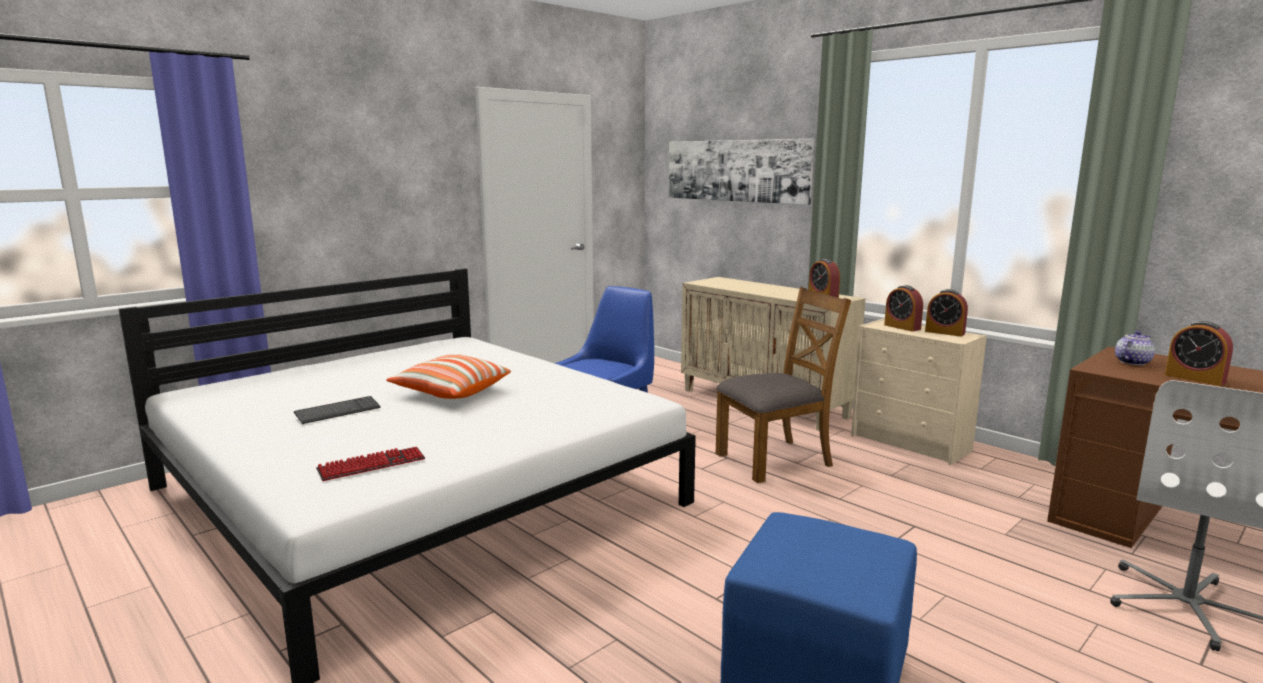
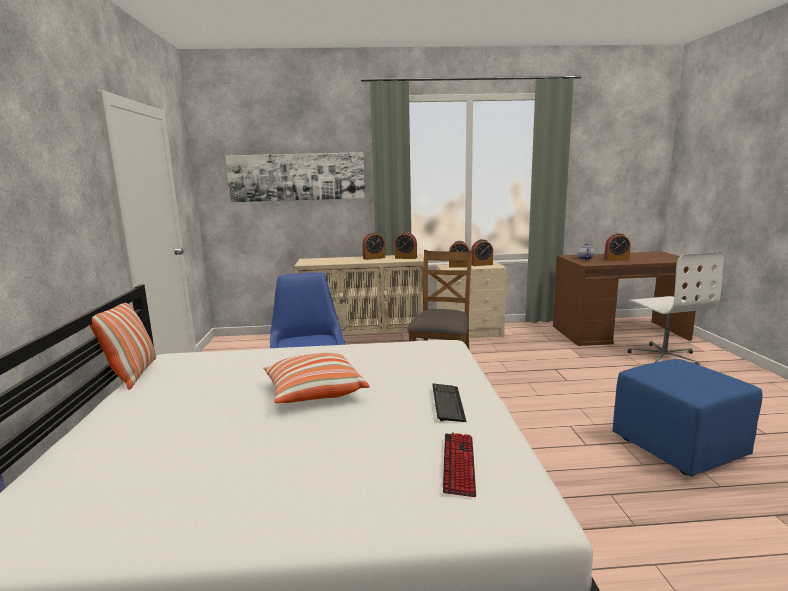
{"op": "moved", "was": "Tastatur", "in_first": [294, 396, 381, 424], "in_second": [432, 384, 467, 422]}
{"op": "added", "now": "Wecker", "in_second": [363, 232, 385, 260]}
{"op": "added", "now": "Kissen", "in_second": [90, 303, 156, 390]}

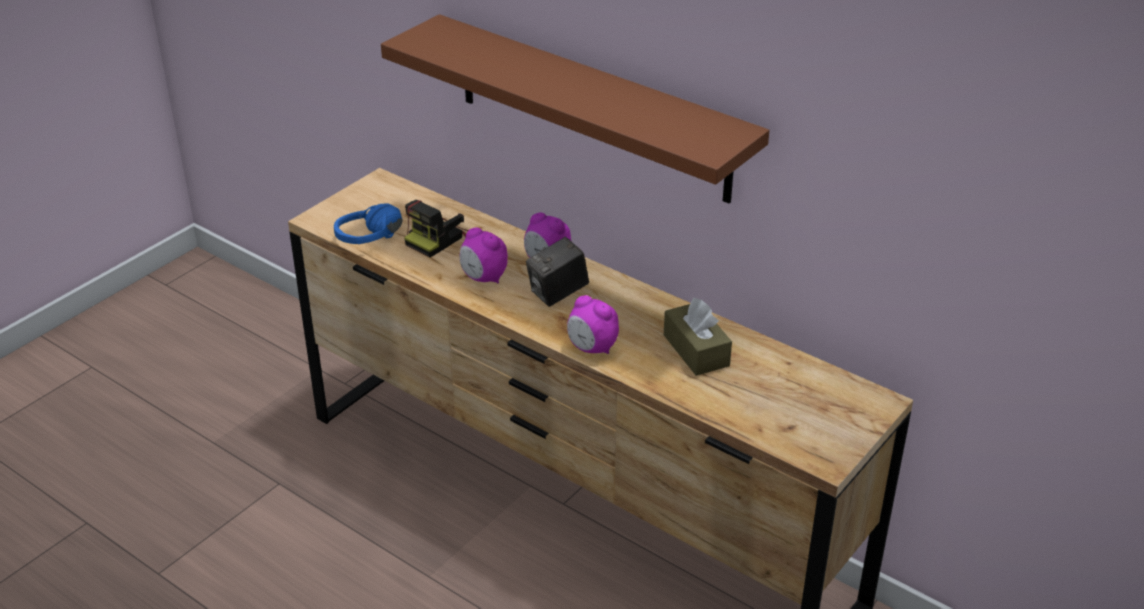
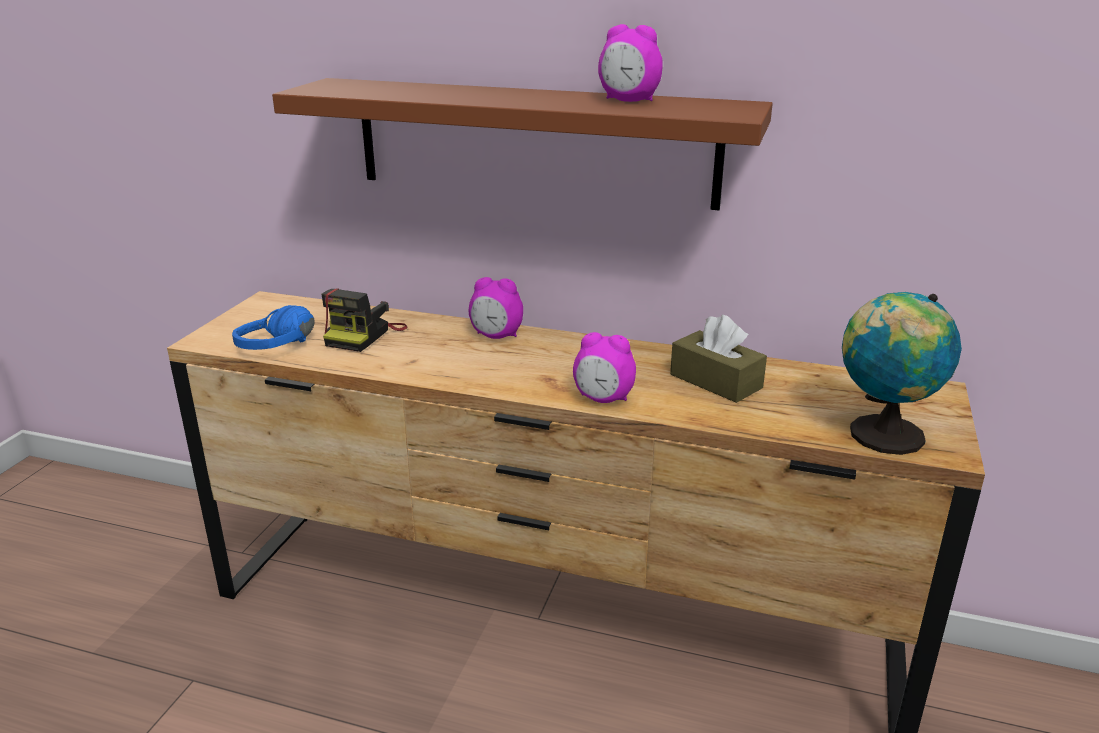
{"op": "moved", "was": "Wecker", "in_first": [459, 228, 508, 283], "in_second": [598, 24, 663, 102]}
{"op": "removed", "was": "Kamera", "in_first": [526, 237, 589, 307]}
{"op": "added", "now": "Globus", "in_second": [842, 292, 962, 455]}

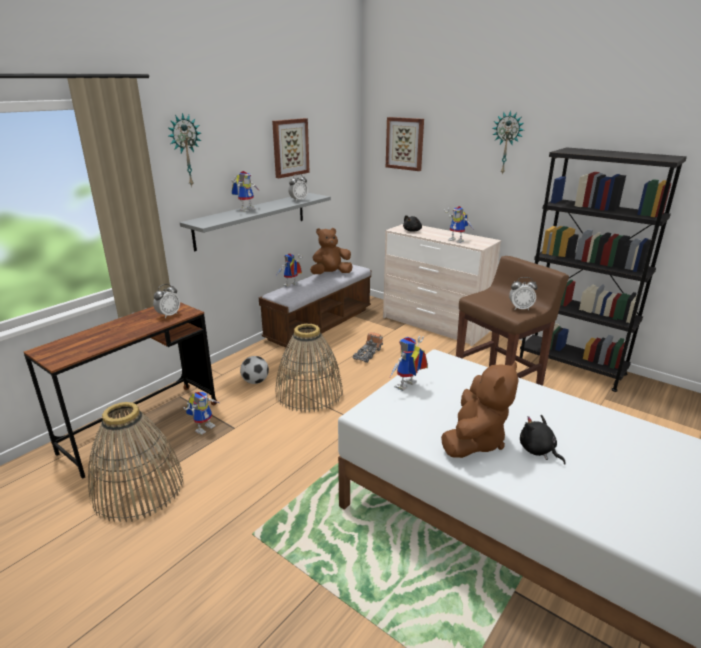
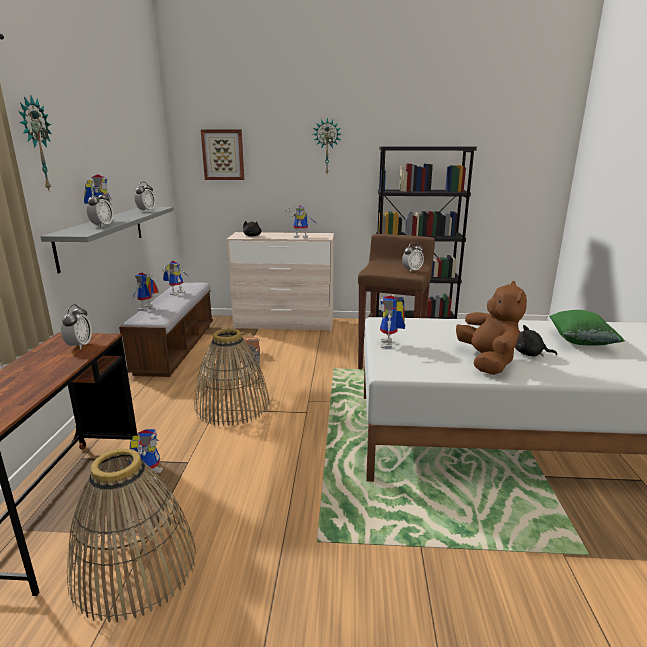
{"op": "removed", "was": "Bild", "in_first": [272, 118, 310, 178]}
{"op": "replaced", "was": "Plüschtier (braun)", "now": "Spielzeugroboter", "in_first": [310, 228, 353, 274], "in_second": [162, 261, 188, 296]}
{"op": "removed", "was": "Fußball", "in_first": [240, 356, 269, 384]}
{"op": "added", "now": "Wecker", "in_second": [87, 190, 113, 227]}
{"op": "added", "now": "Kissen (grün)", "in_second": [549, 310, 625, 345]}

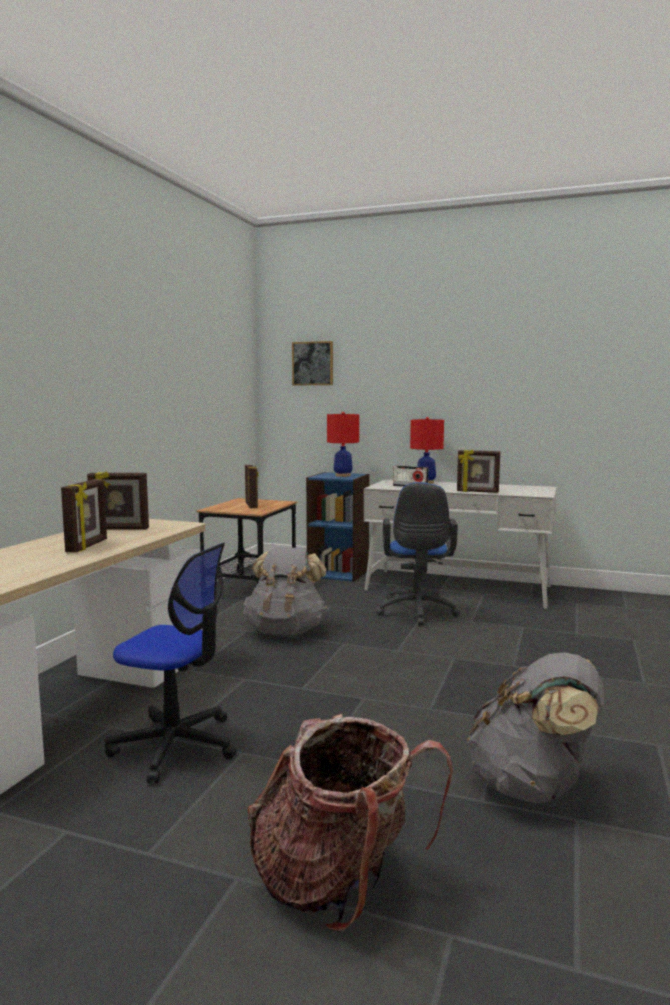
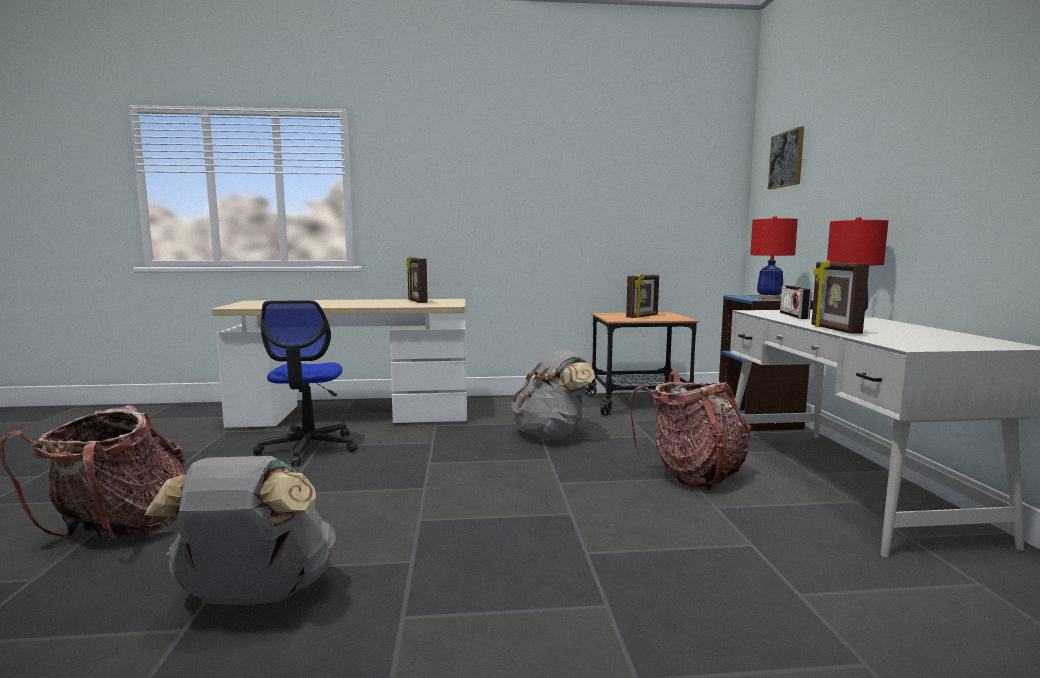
{"op": "removed", "was": "Bilderrahmen", "in_first": [61, 479, 107, 553]}
{"op": "replaced", "was": "Bürostuhl (blau)", "now": "Rucksack", "in_first": [376, 482, 460, 626], "in_second": [629, 371, 751, 490]}

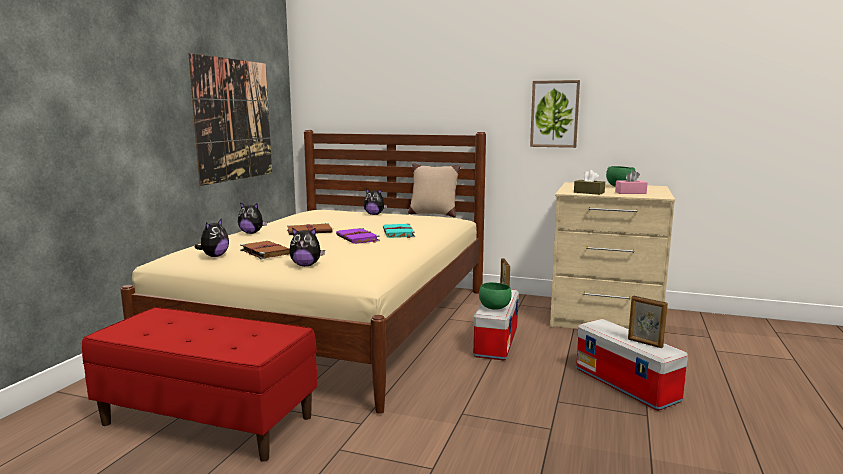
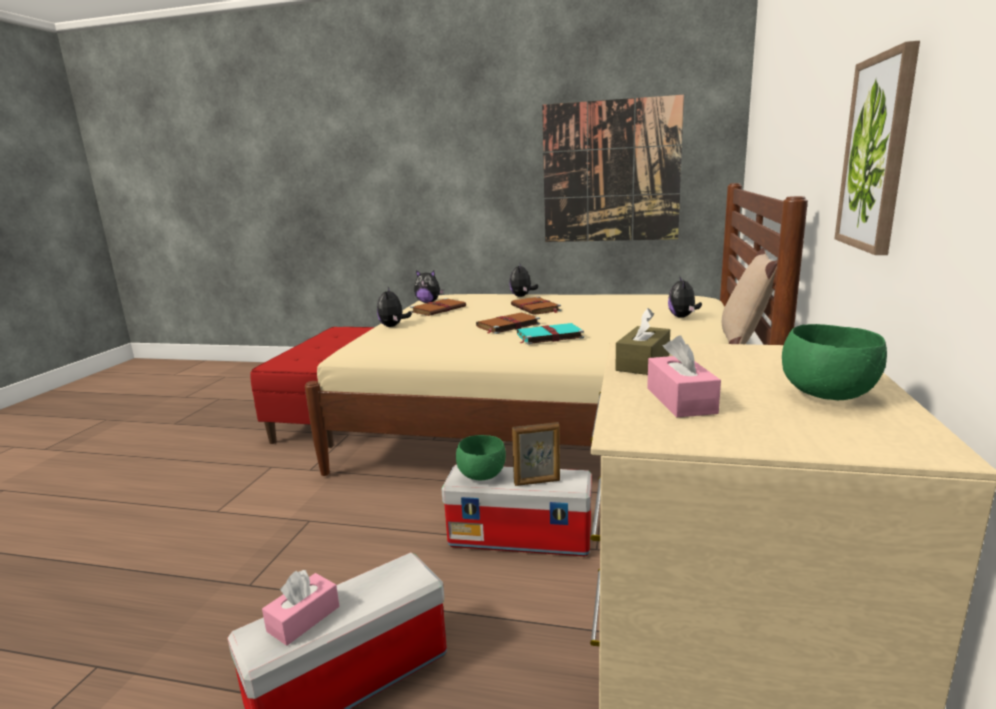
{"op": "recoloured", "was": "Buch (lila)", "now": "Buch (braun)", "in_first": [336, 228, 380, 244], "in_second": [476, 312, 540, 334]}
{"op": "replaced", "was": "Bilderrahmen", "now": "Taschentuchbox (rosa)", "in_first": [628, 296, 668, 348], "in_second": [262, 570, 339, 646]}

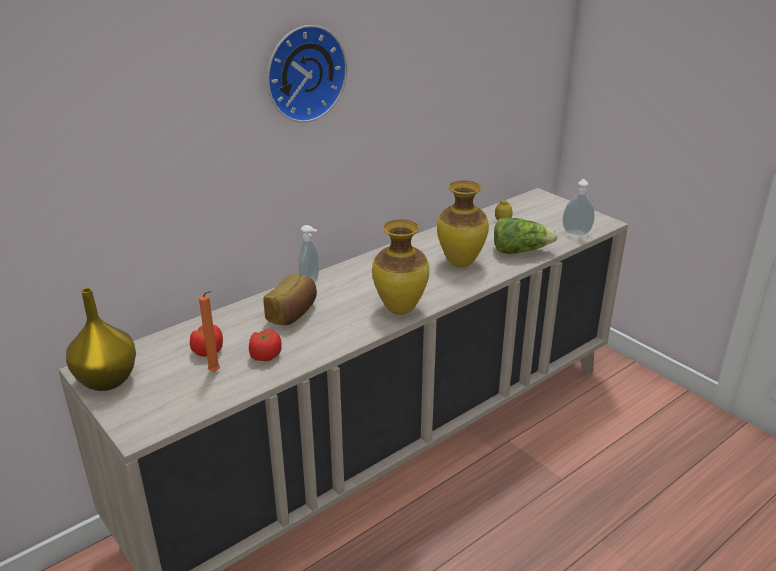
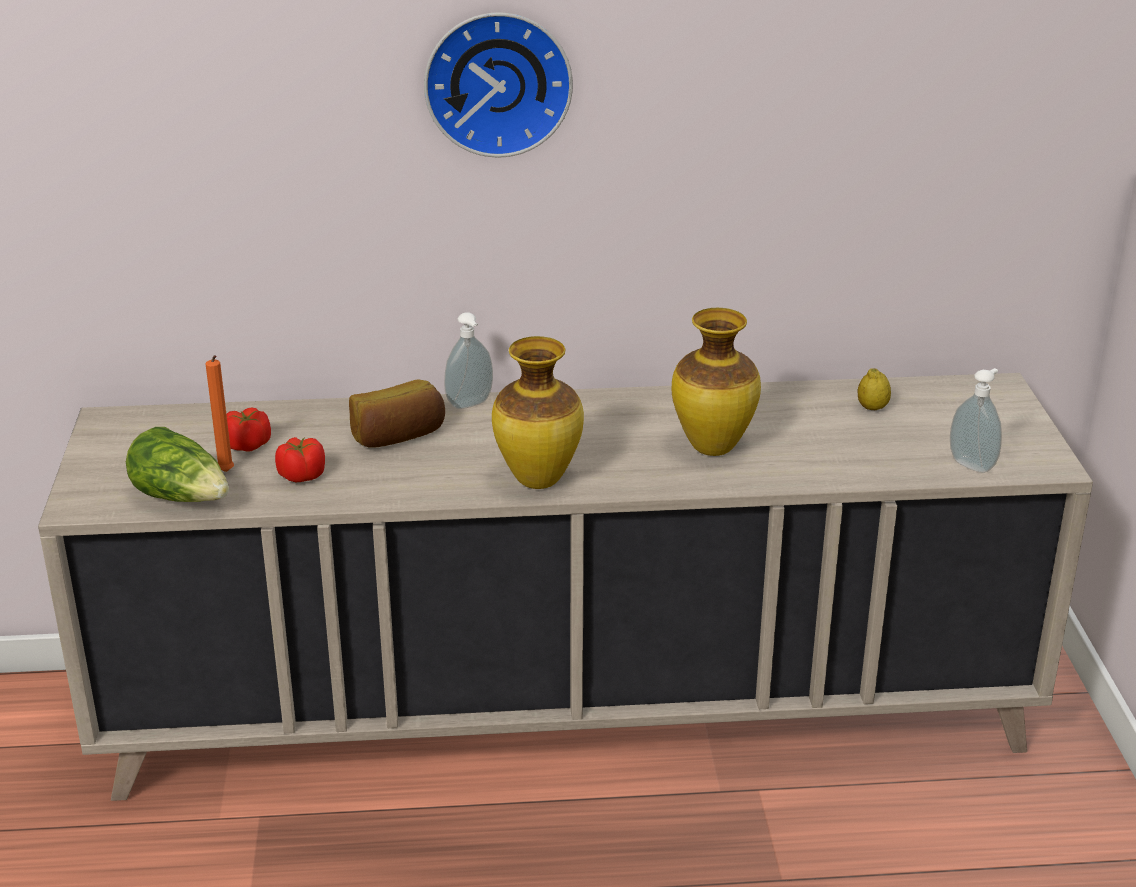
{"op": "moved", "was": "Salatkopf", "in_first": [494, 217, 558, 254], "in_second": [126, 427, 229, 502]}
{"op": "removed", "was": "Vase (gelb)", "in_first": [66, 288, 136, 391]}

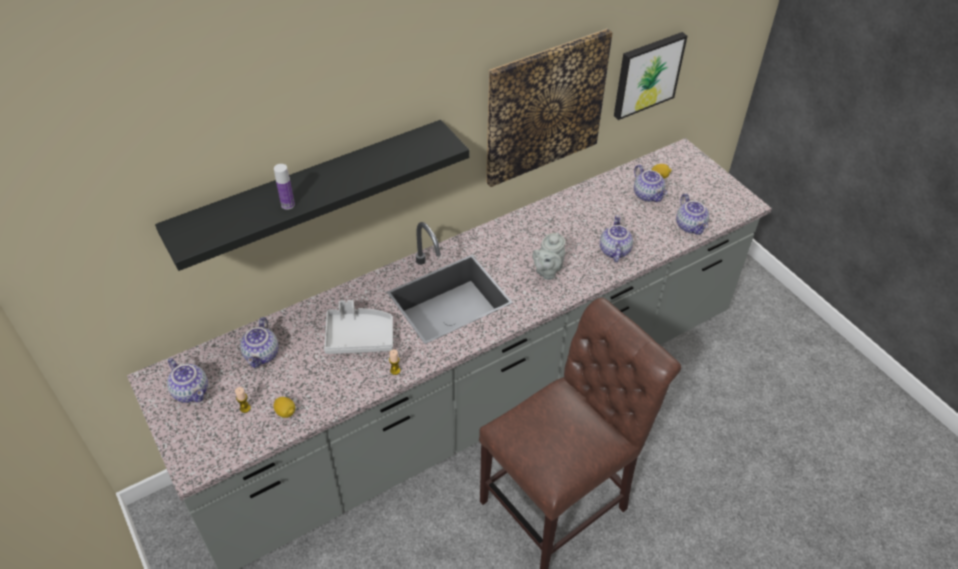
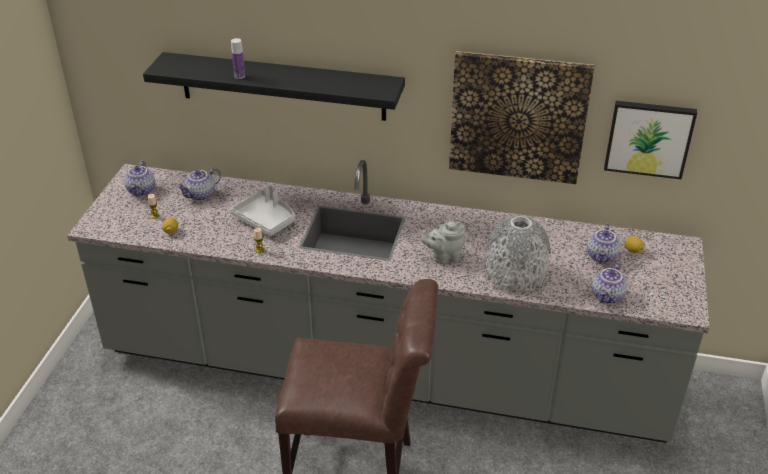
{"op": "replaced", "was": "Teekanne", "now": "Vase (grau)", "in_first": [600, 215, 633, 262], "in_second": [486, 216, 551, 292]}

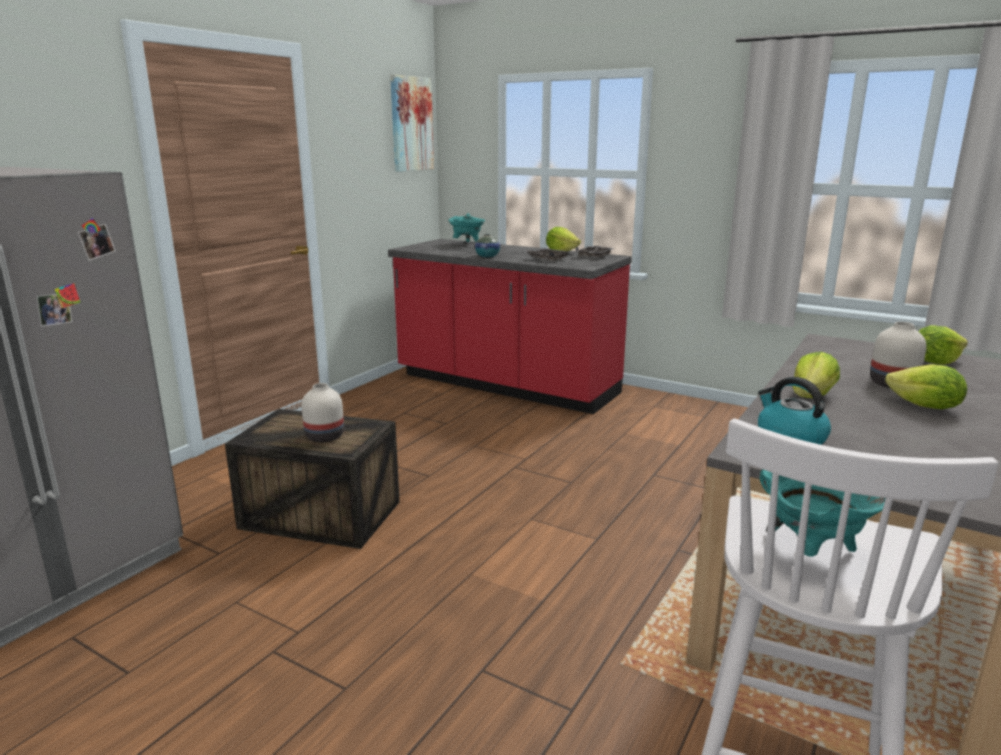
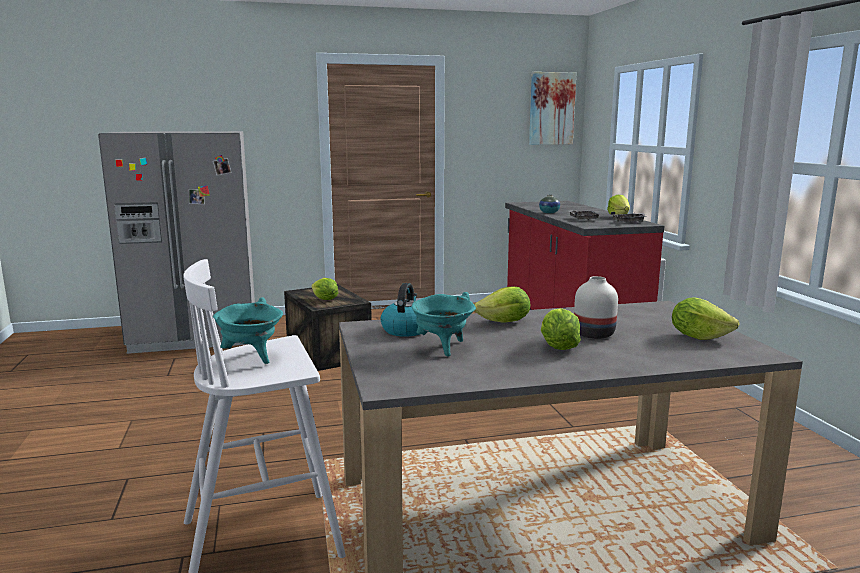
{"op": "moved", "was": "Kochtopf (türkis)", "in_first": [448, 213, 485, 242], "in_second": [412, 292, 476, 356]}
{"op": "replaced", "was": "Vase (weiß)", "now": "Salatkopf", "in_first": [301, 383, 344, 442], "in_second": [311, 278, 338, 300]}

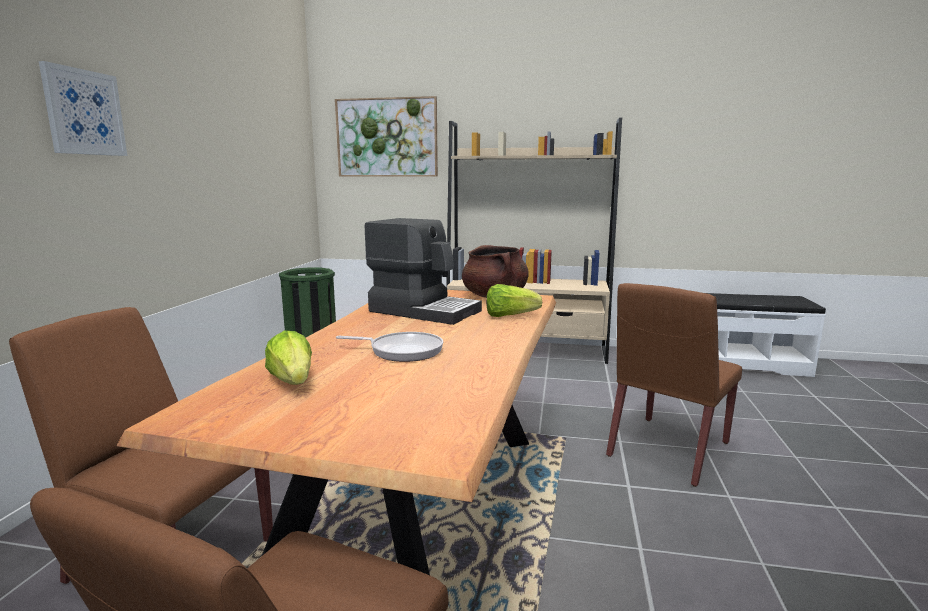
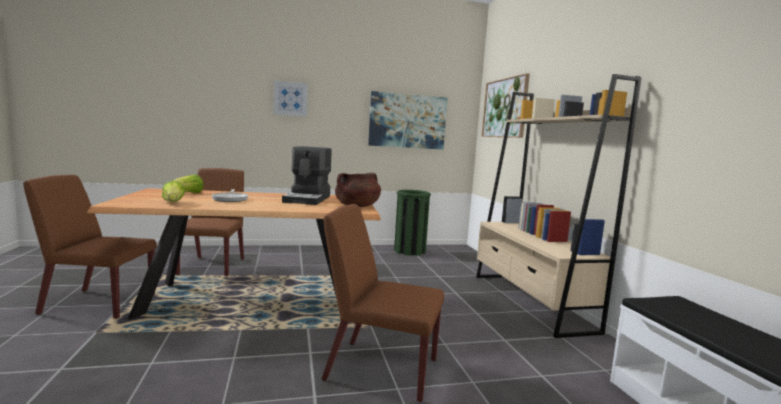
{"op": "moved", "was": "Salatkopf", "in_first": [486, 284, 542, 317], "in_second": [162, 181, 185, 202]}
{"op": "added", "now": "Bild", "in_second": [368, 91, 447, 150]}

